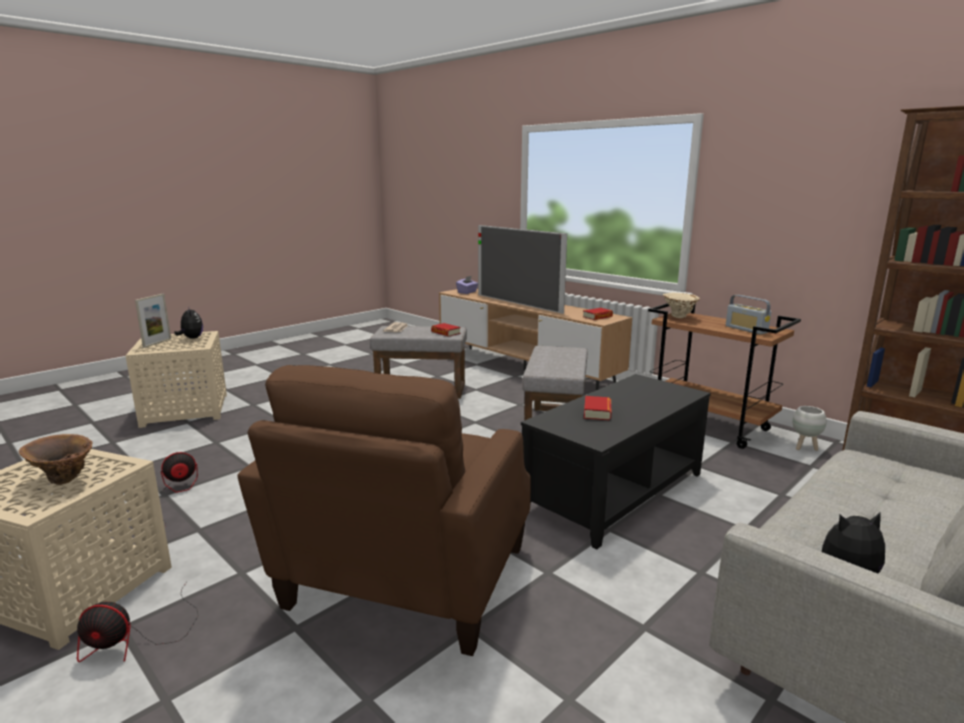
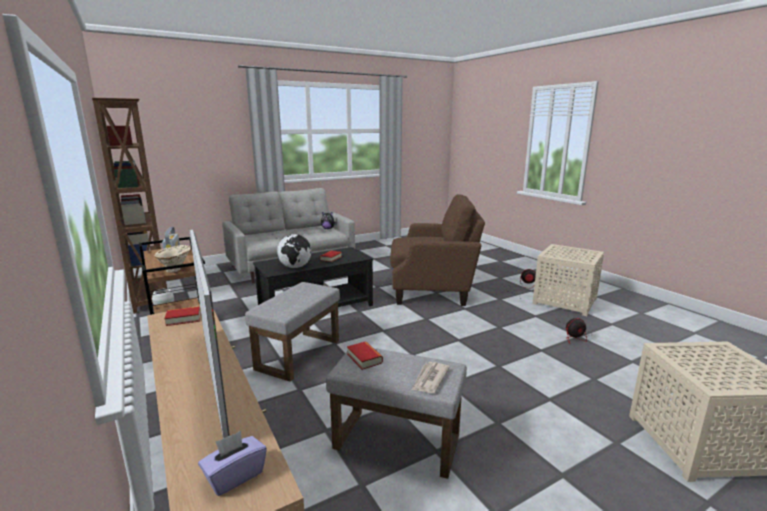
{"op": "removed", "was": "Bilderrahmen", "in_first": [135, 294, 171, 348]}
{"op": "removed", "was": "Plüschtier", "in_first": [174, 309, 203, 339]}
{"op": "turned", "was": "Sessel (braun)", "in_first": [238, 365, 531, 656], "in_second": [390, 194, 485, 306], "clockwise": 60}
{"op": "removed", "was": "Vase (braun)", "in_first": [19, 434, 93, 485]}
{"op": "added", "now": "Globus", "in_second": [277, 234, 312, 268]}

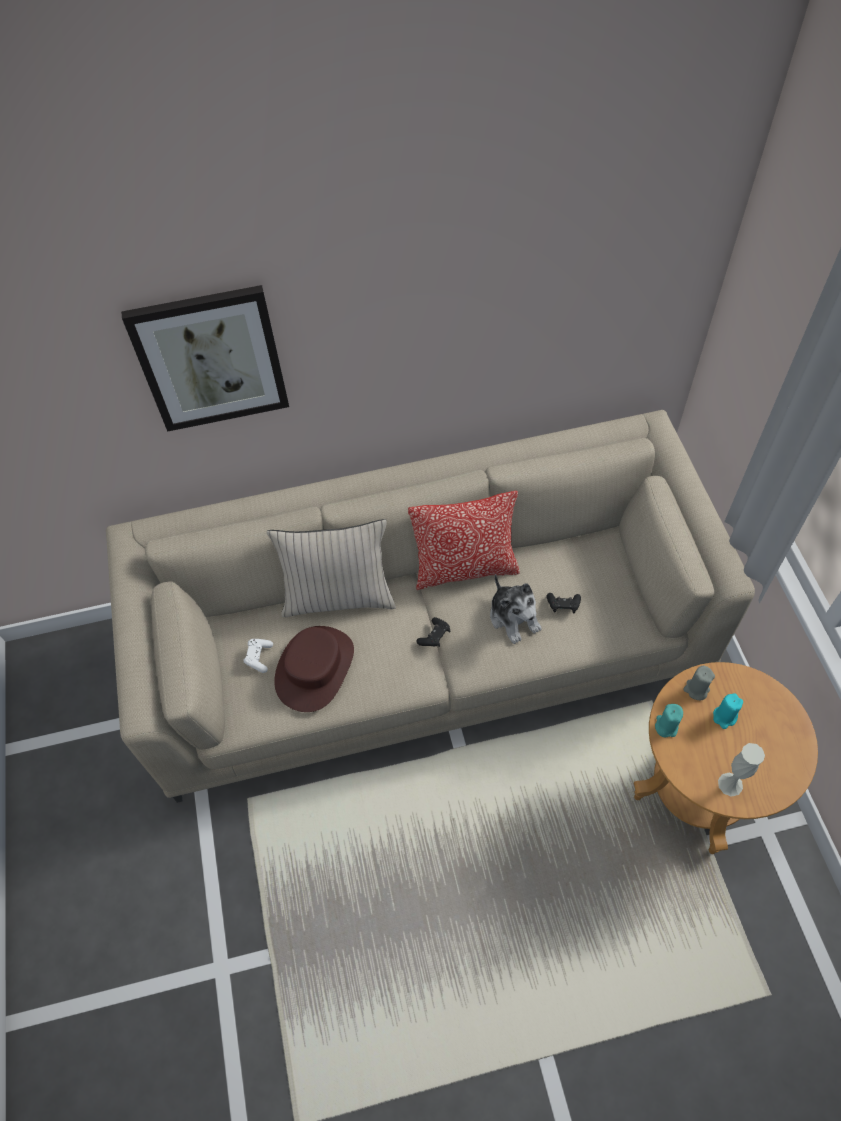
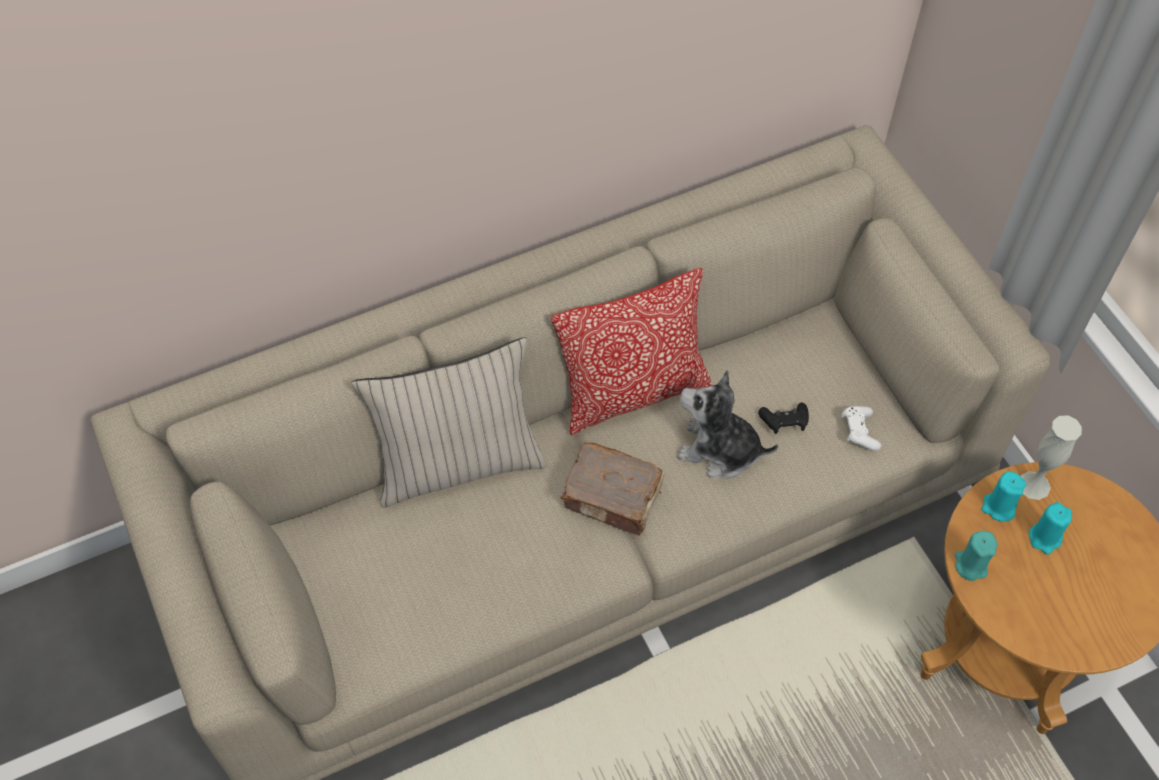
{"op": "removed", "was": "Bild", "in_first": [121, 285, 289, 432]}
{"op": "turned", "was": "Plüschtier", "in_first": [490, 574, 541, 644], "in_second": [677, 370, 778, 479], "clockwise": 150}
{"op": "replaced", "was": "Gamepad (schwarz)", "now": "Buch (braun)", "in_first": [417, 617, 450, 647], "in_second": [560, 442, 664, 536]}
{"op": "removed", "was": "Hut (braun)", "in_first": [274, 626, 354, 712]}
{"op": "moved", "was": "Gamepad (weiß)", "in_first": [244, 639, 273, 673], "in_second": [841, 406, 881, 451]}
{"op": "recoloured", "was": "Kerze (grau)", "now": "Kerze (türkis)", "in_first": [683, 665, 715, 700], "in_second": [981, 471, 1026, 521]}
{"op": "moved", "was": "Vase (weiß)", "in_first": [718, 743, 765, 797], "in_second": [1021, 415, 1082, 500]}

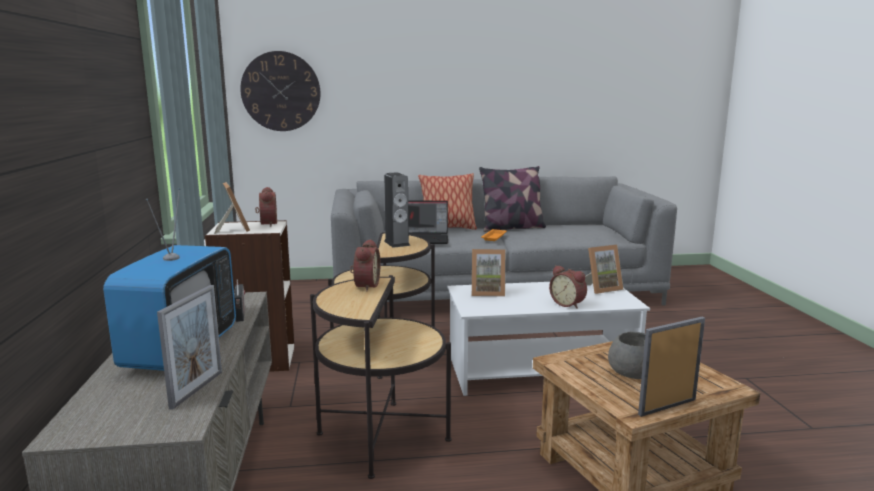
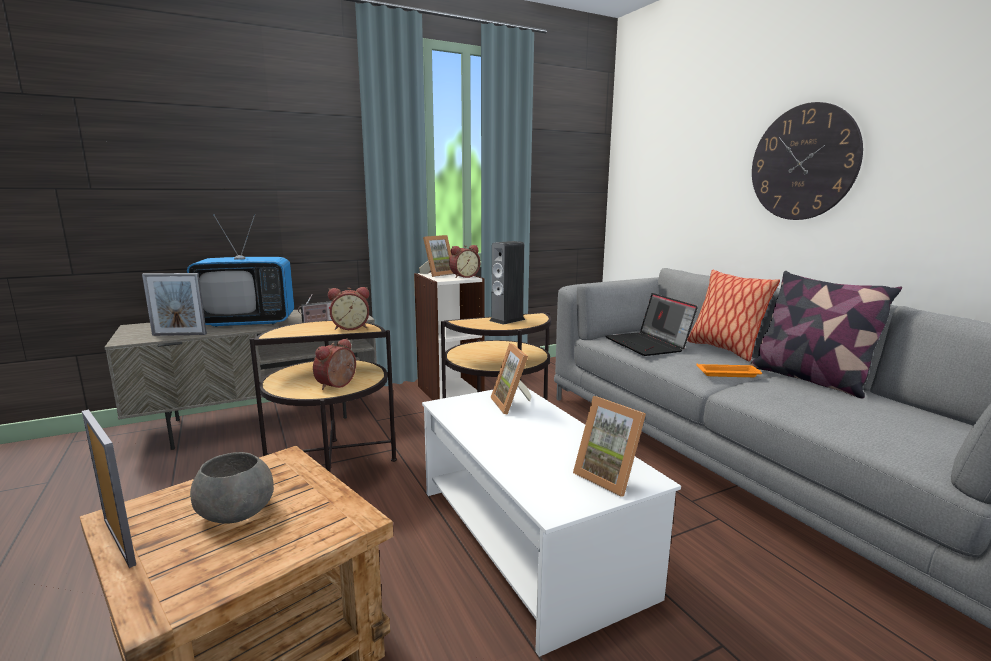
{"op": "moved", "was": "Wanduhr", "in_first": [240, 51, 320, 131], "in_second": [752, 102, 863, 220]}
{"op": "moved", "was": "Wecker", "in_first": [549, 265, 587, 309], "in_second": [313, 338, 356, 390]}

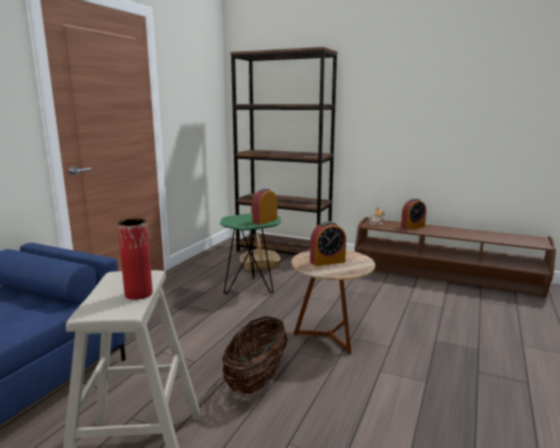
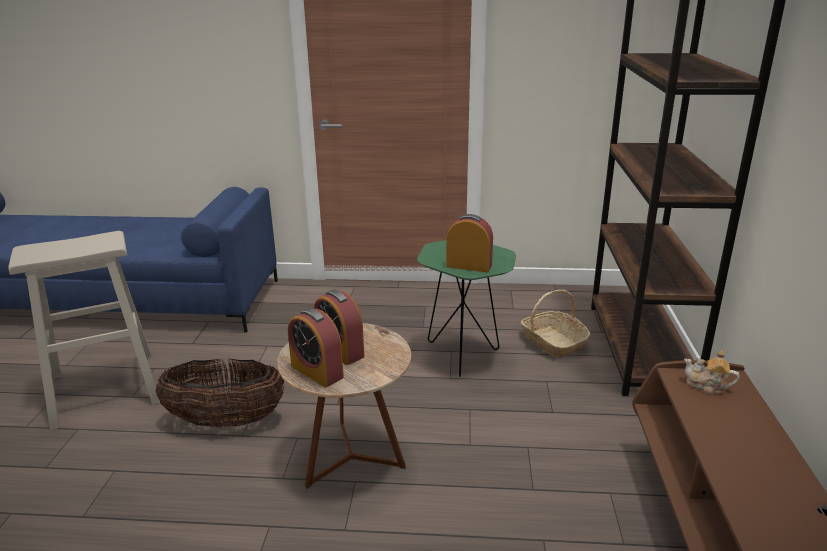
{"op": "moved", "was": "Wecker", "in_first": [401, 198, 426, 230], "in_second": [288, 308, 344, 388]}
{"op": "removed", "was": "Vase (rot)", "in_first": [117, 218, 153, 300]}

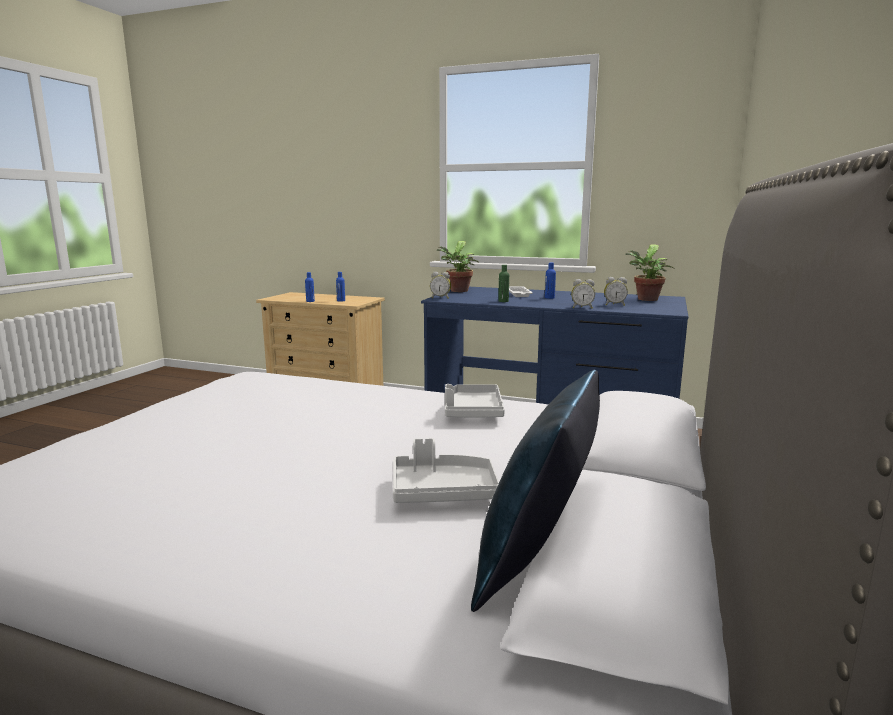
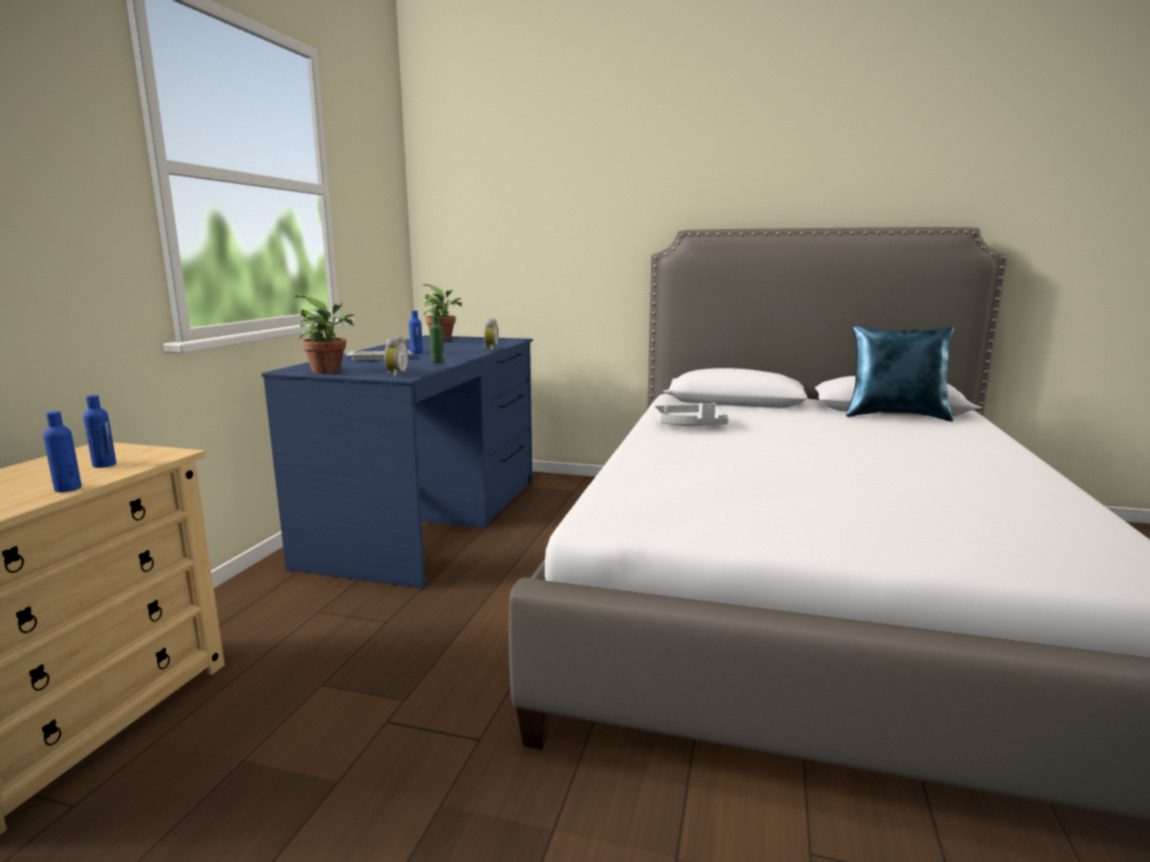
{"op": "removed", "was": "Wecker", "in_first": [604, 277, 628, 306]}
{"op": "removed", "was": "Tablett (grau)", "in_first": [393, 438, 499, 503]}

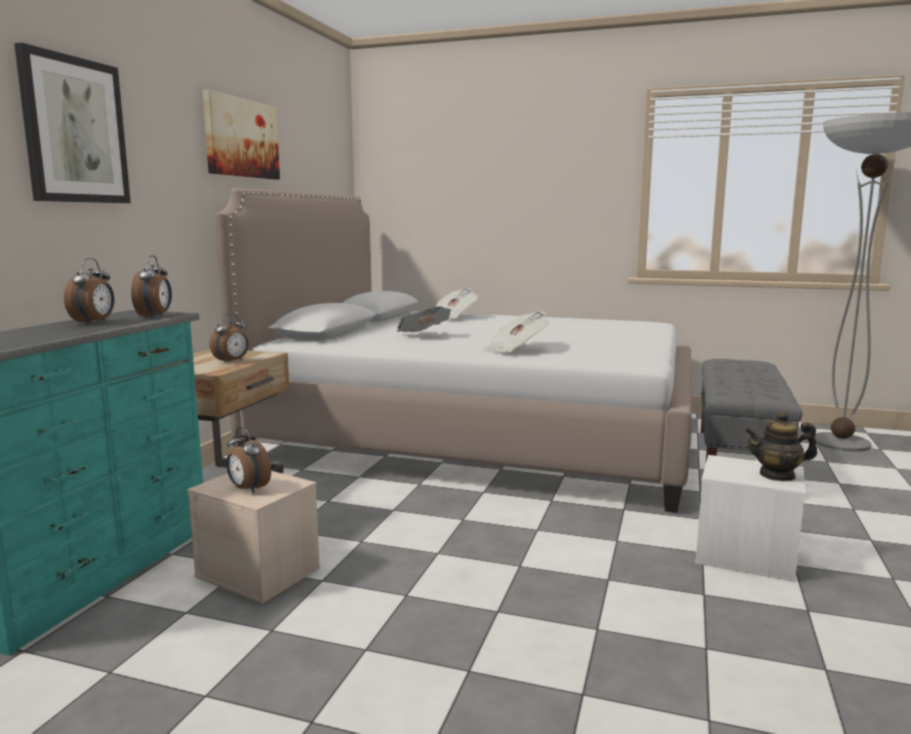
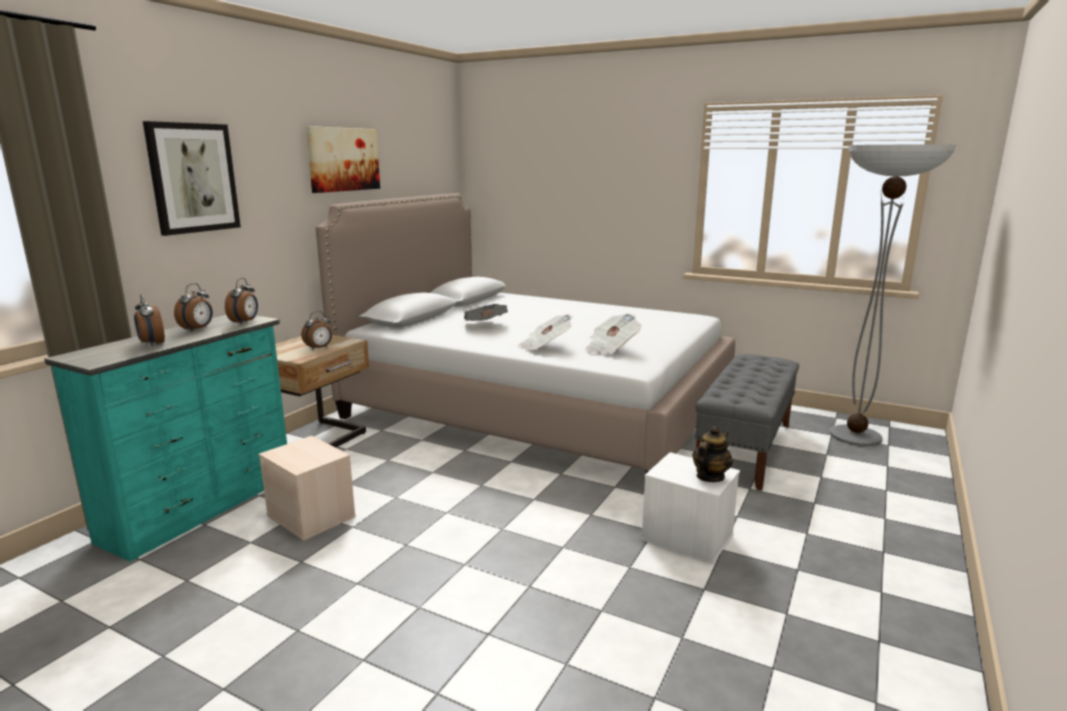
{"op": "moved", "was": "Zeitung", "in_first": [436, 288, 478, 319], "in_second": [585, 314, 641, 353]}
{"op": "turned", "was": "Teekanne", "in_first": [745, 411, 817, 481], "in_second": [692, 426, 733, 482], "clockwise": 120}
{"op": "moved", "was": "Wecker", "in_first": [226, 427, 271, 493], "in_second": [134, 294, 165, 346]}

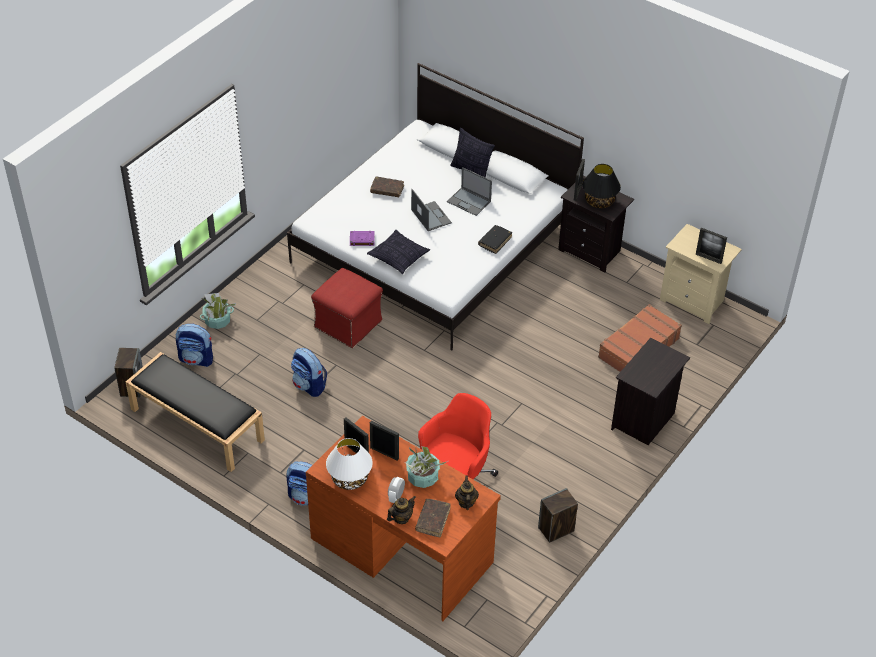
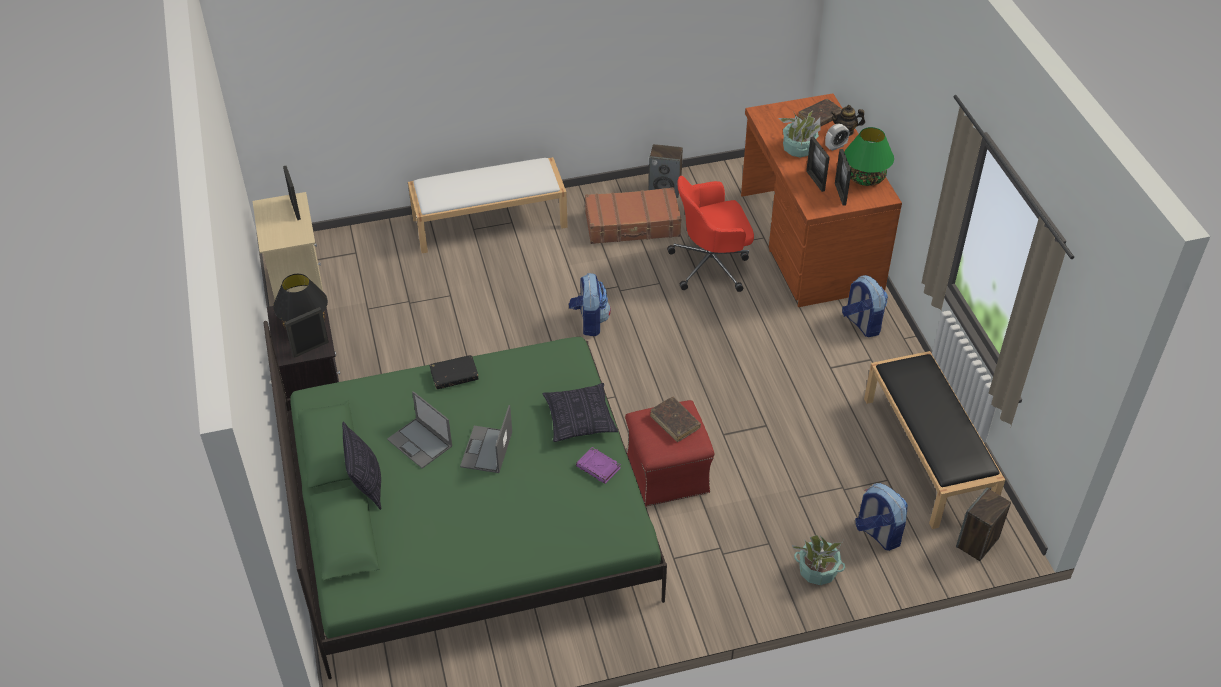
{"op": "recoloured", "was": "Bett (weiß)", "now": "Bett (grün)", "in_first": [287, 63, 584, 350], "in_second": [264, 321, 667, 679]}
{"op": "turned", "was": "Laptop", "in_first": [447, 167, 492, 216], "in_second": [387, 391, 452, 469], "clockwise": 150}
{"op": "moved", "was": "Buch (braun)", "in_first": [370, 176, 404, 197], "in_second": [650, 397, 701, 442]}
{"op": "moved", "was": "Koffer (braun)", "in_first": [598, 304, 682, 372], "in_second": [585, 187, 681, 244]}
{"op": "replaced", "was": "Nachttisch (schwarz)", "now": "Bank (weiß)", "in_first": [611, 338, 690, 445], "in_second": [408, 157, 568, 253]}
{"op": "moved", "was": "Rucksack", "in_first": [291, 348, 327, 397], "in_second": [569, 273, 611, 336]}
{"op": "recoloured", "was": "Tischlampe (weiß)", "now": "Tischlampe (grün)", "in_first": [326, 438, 373, 490], "in_second": [844, 127, 894, 186]}
{"op": "removed", "was": "Teekanne", "in_first": [455, 476, 479, 510]}

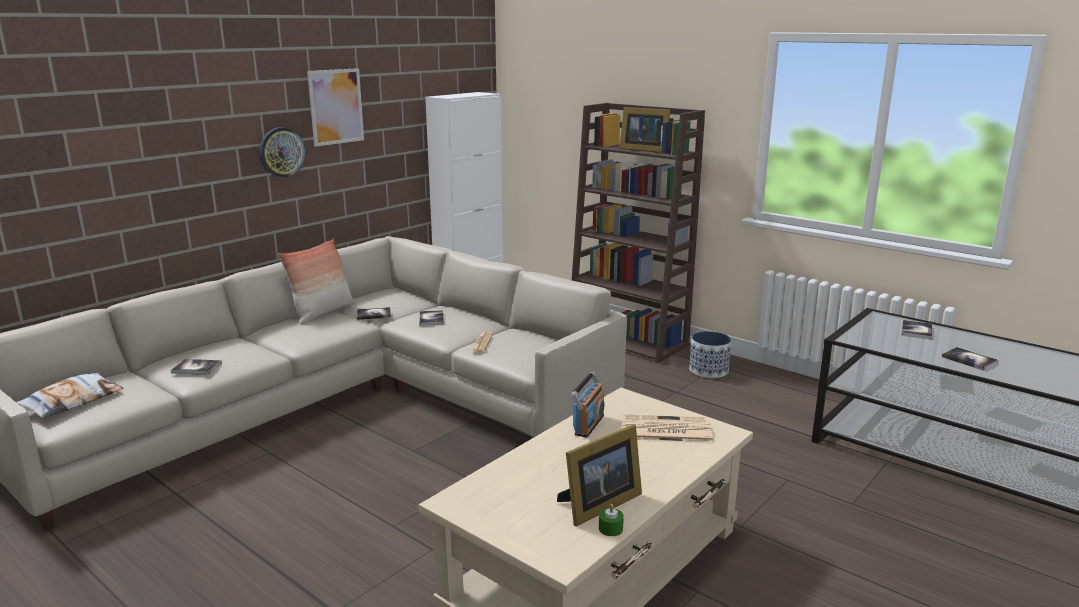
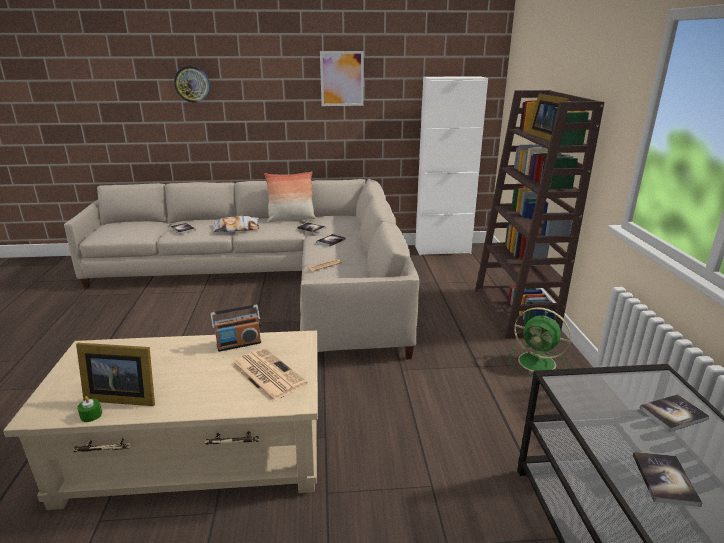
{"op": "moved", "was": "Wanduhr", "in_first": [259, 127, 305, 178], "in_second": [174, 66, 210, 103]}
{"op": "replaced", "was": "Pflanzkübel", "now": "Ventilator (grün)", "in_first": [689, 331, 731, 378], "in_second": [510, 307, 571, 376]}
{"op": "moved", "was": "Kissen", "in_first": [16, 373, 123, 419], "in_second": [213, 216, 259, 232]}

